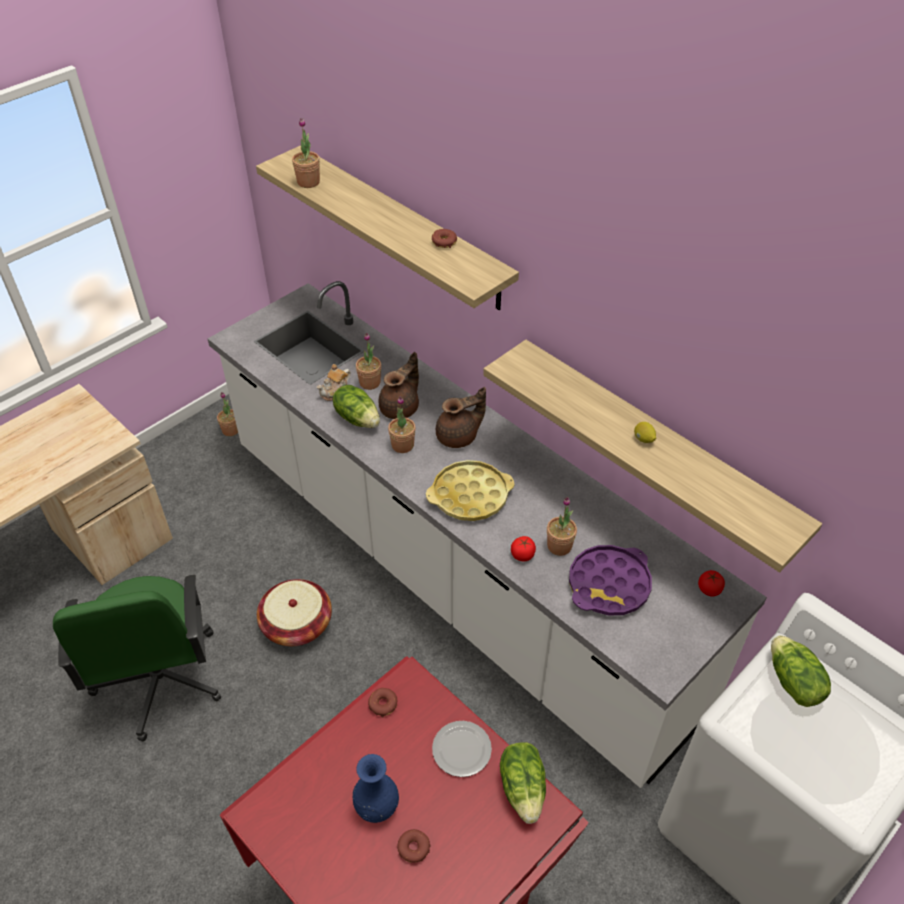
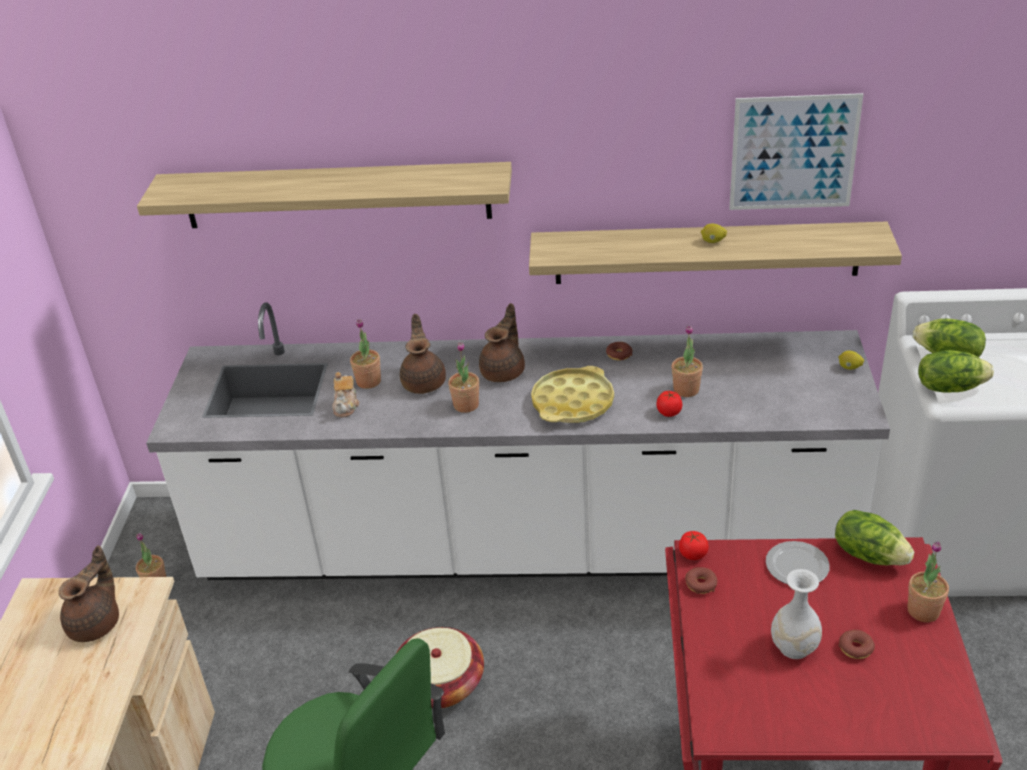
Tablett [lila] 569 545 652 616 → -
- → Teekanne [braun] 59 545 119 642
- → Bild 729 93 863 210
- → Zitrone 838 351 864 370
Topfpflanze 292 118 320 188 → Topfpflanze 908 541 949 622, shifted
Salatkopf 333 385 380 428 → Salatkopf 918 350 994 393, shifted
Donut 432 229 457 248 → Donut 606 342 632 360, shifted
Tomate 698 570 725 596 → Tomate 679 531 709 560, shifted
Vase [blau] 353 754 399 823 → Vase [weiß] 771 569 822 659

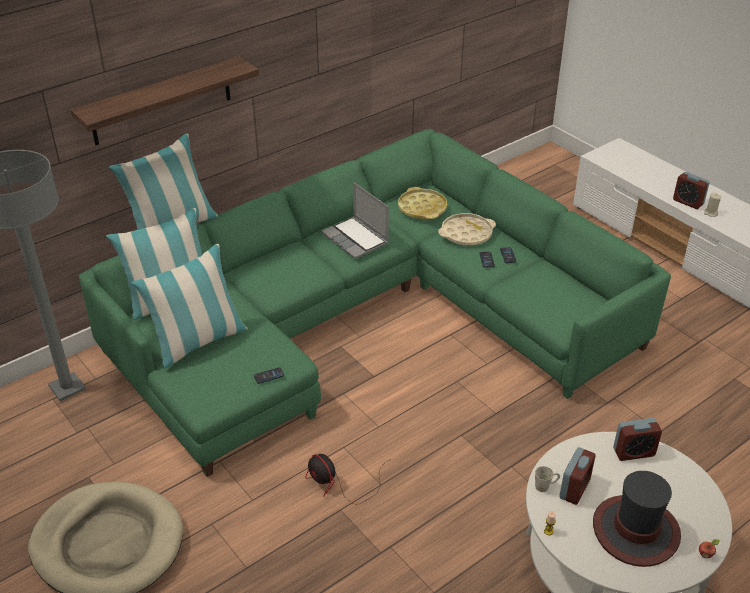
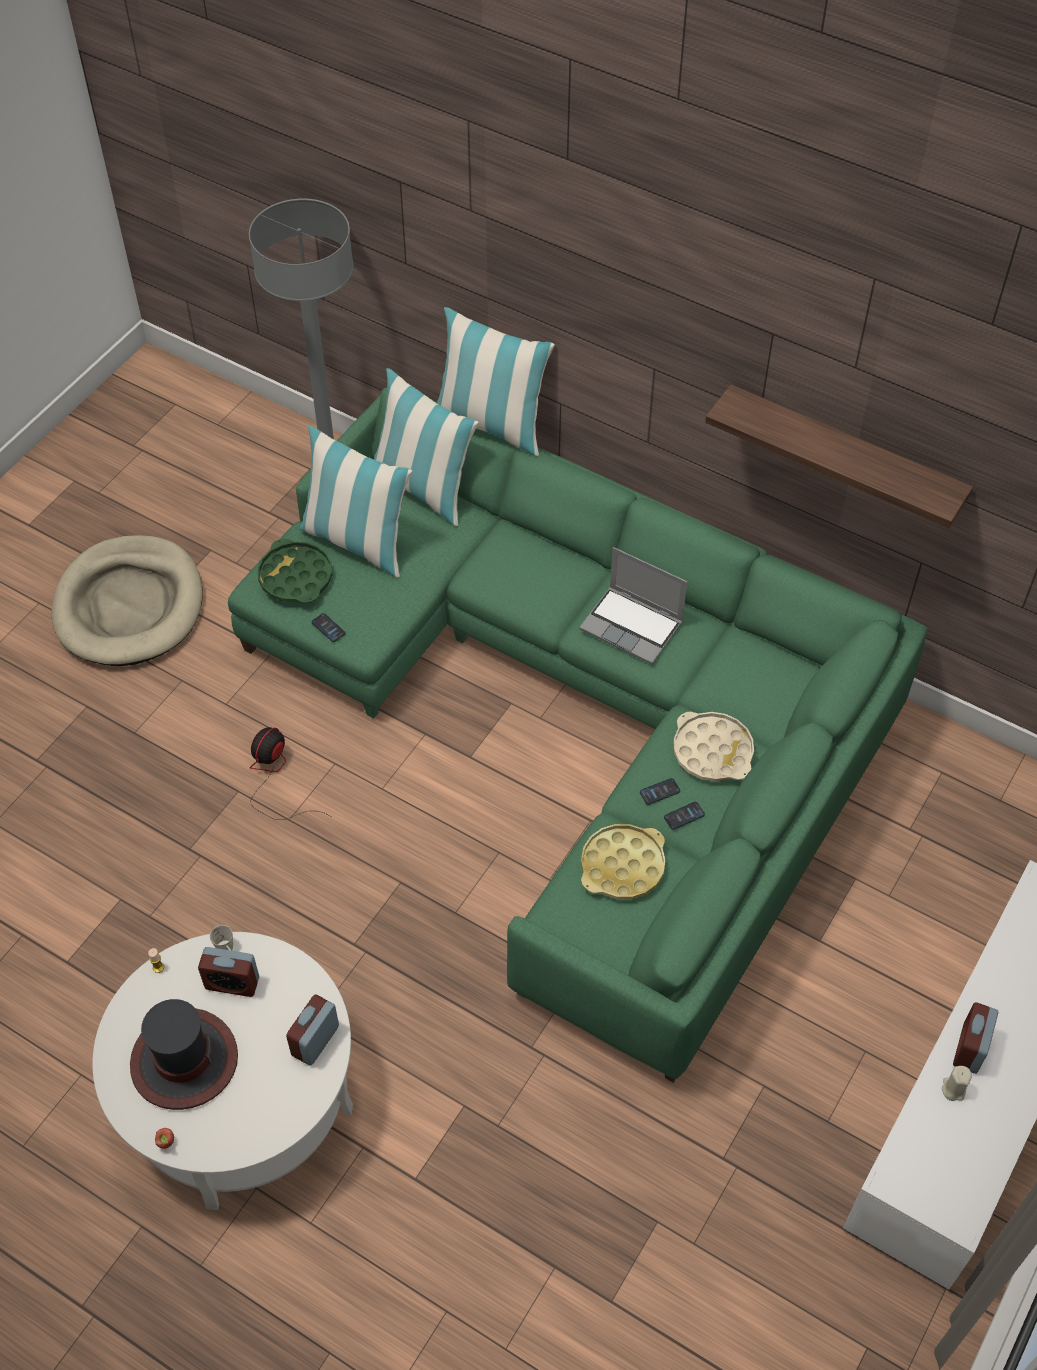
- → Tablett [grün] 258 539 332 604
Wandregal 71 57 259 145 → Wandregal 705 384 973 528, shifted
Tablett [gelb] 398 187 447 219 → Tablett [gelb] 581 824 666 899, shifted
Laptop 321 182 389 259 → Laptop 579 547 687 664, 90 degrees counterclockwise
Wecker 613 418 662 461 → Wecker 286 994 339 1066, 60 degrees clockwise

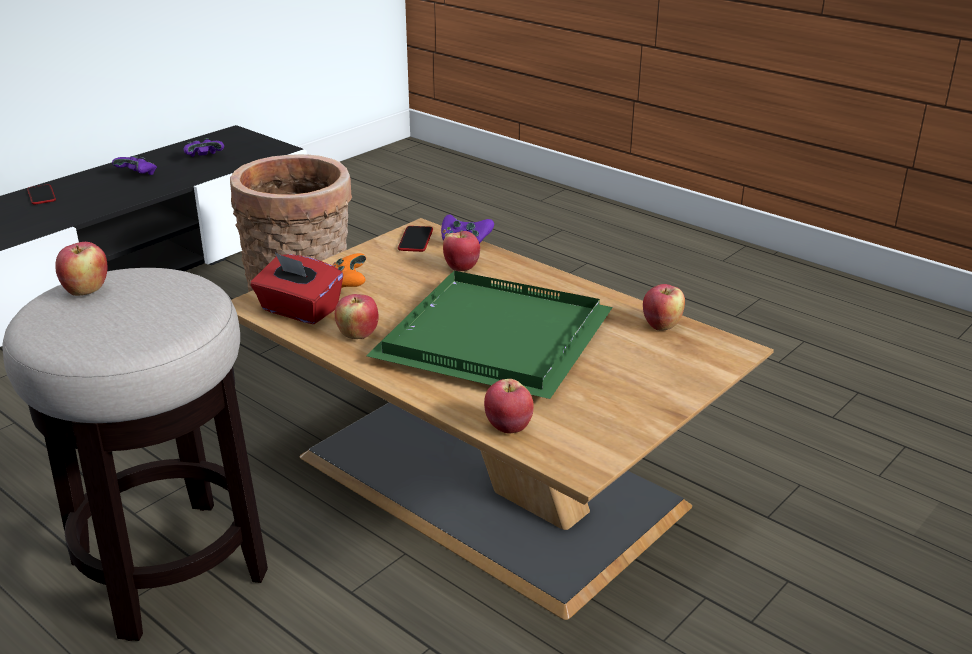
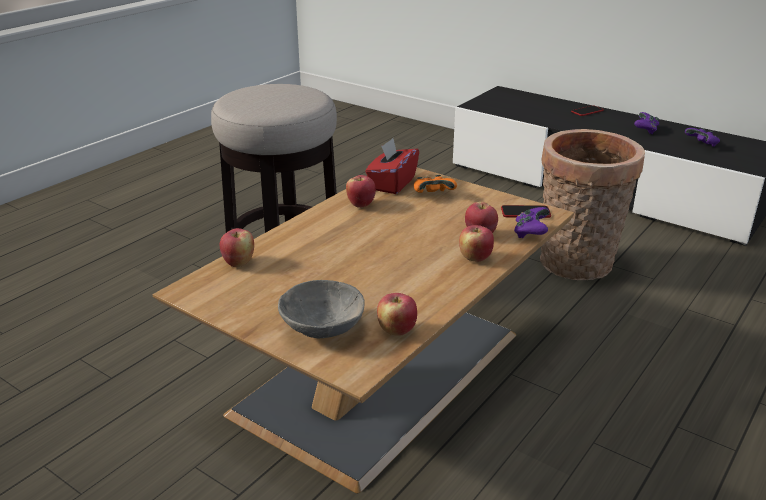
Tablett [grün] 366 271 613 399 → -
- → Schüssel [grau] 278 280 365 338
Apfel 55 242 107 296 → Apfel 459 225 494 262, shifted

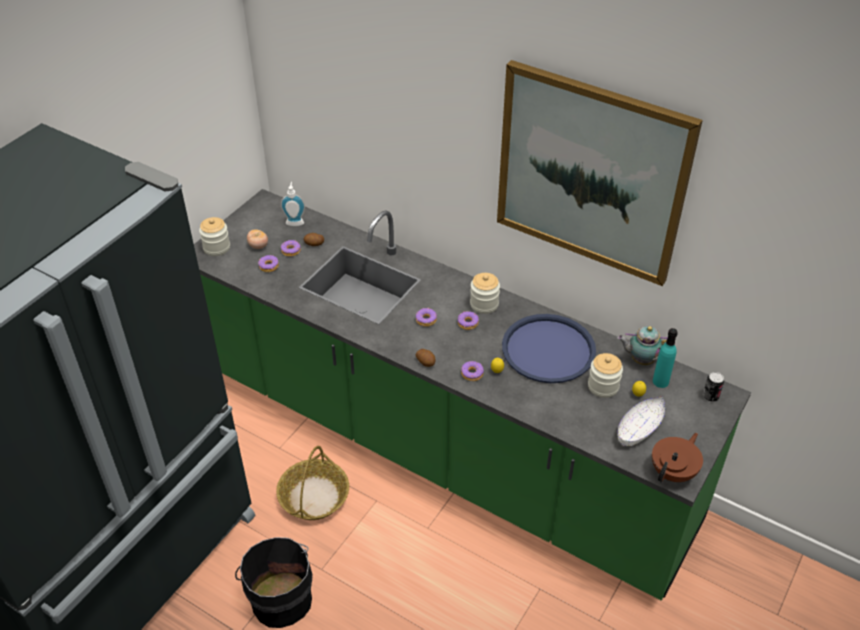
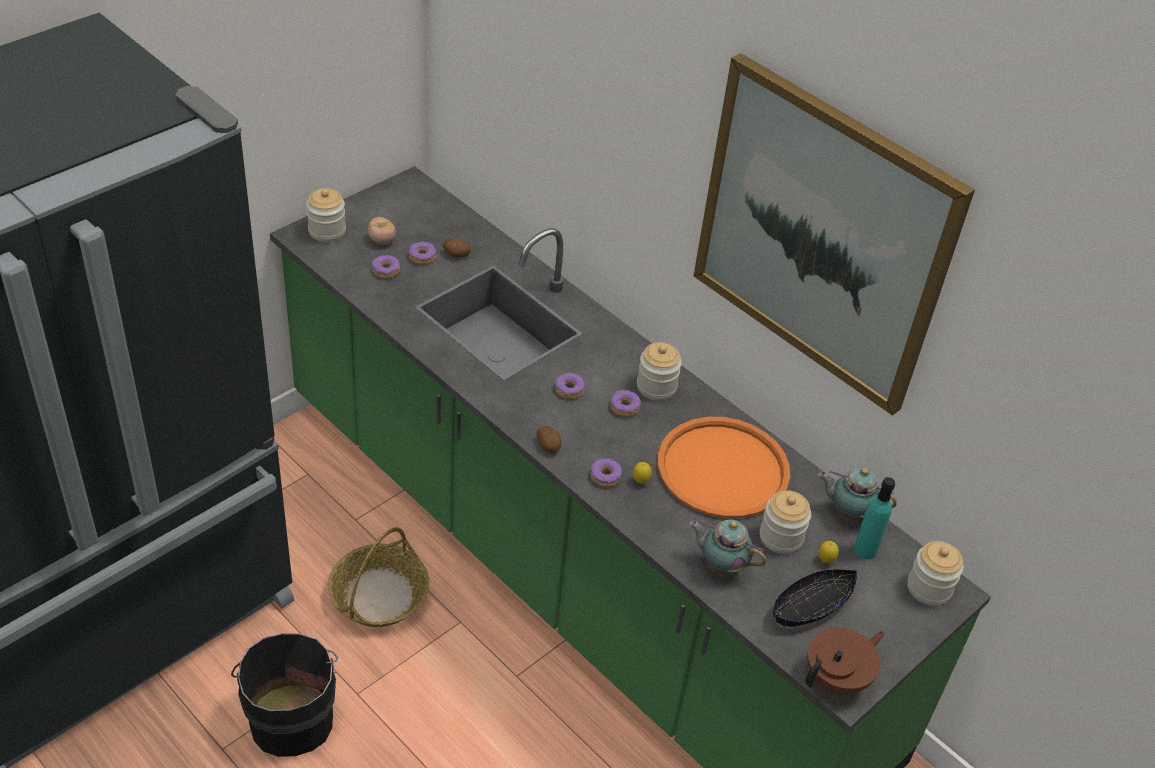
Seifenspender 281 182 305 226 → -
- → Teekanne 689 519 767 577
Dose 703 372 724 402 → Vorratsglas 907 541 964 606
Tablett [blau] 502 314 596 383 → Tablett [orange] 658 417 790 518
Schüssel [weiß] 618 397 665 446 → Schüssel [schwarz] 773 569 857 627

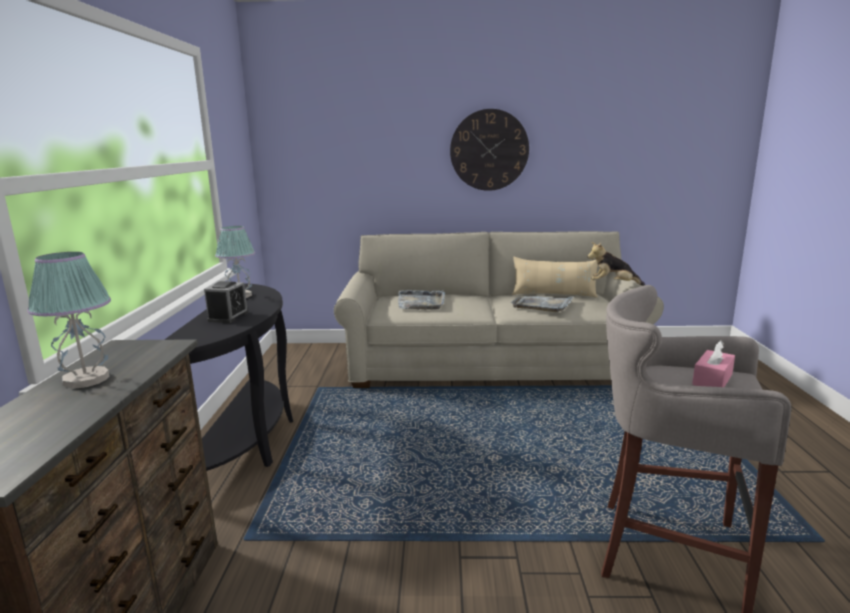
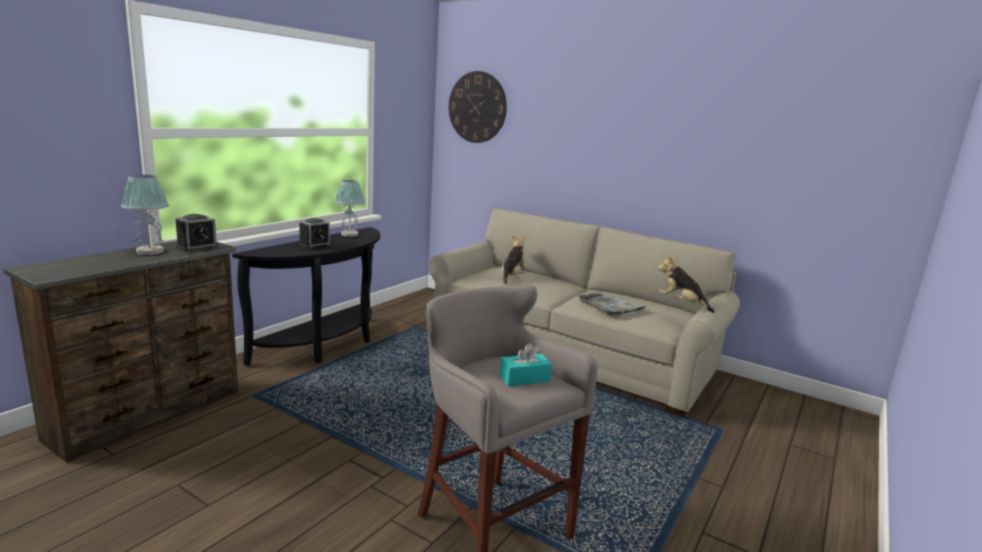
Kissen [beige] 512 257 598 298 → -
- → Wecker 176 214 219 252
Wanduhr 450 109 529 191 → Wanduhr 449 71 507 143, shifted
Tablett [grau] 398 290 445 310 → Plüschtier 501 236 527 284
Taschentuchbox [rosa] 692 340 735 387 → Taschentuchbox [türkis] 500 343 552 386

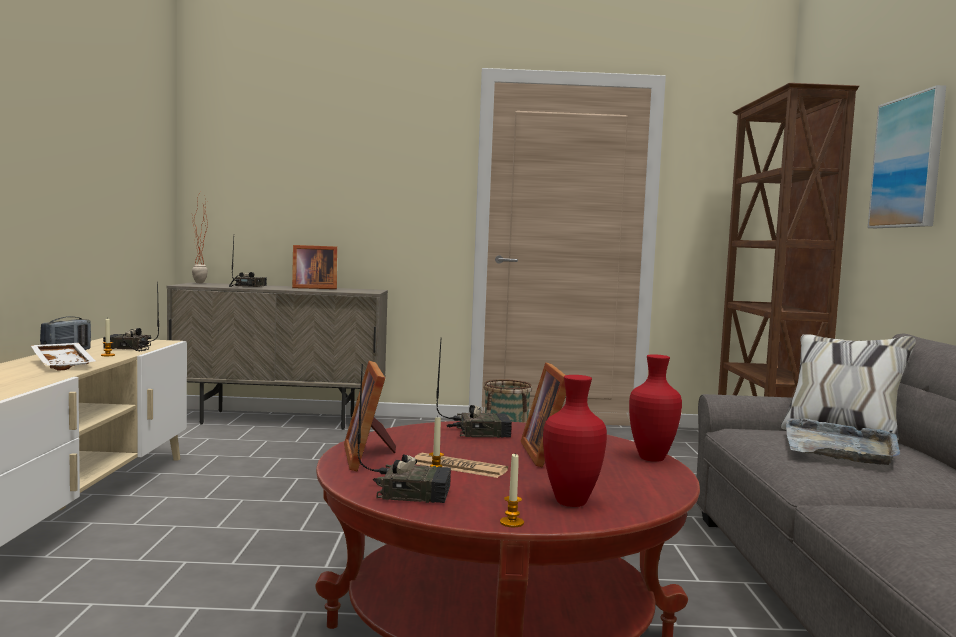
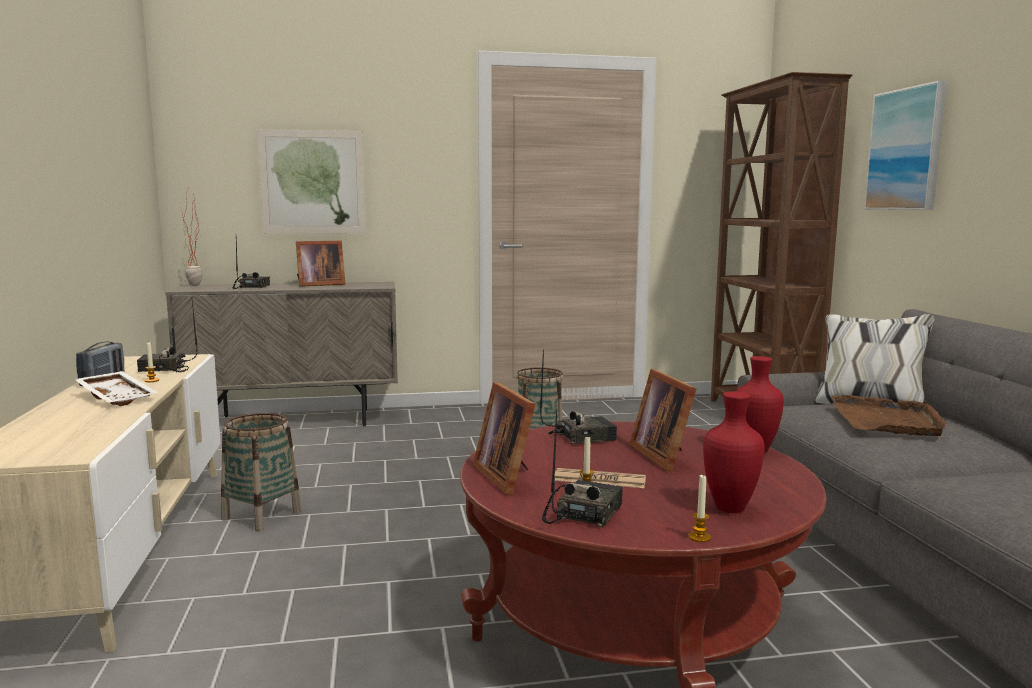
- → Korb 221 413 301 531
- → Bild 257 129 366 234
Tablett [grau] 786 419 900 465 → Tablett [braun] 832 395 950 436
Radio 357 364 451 503 → Radio 542 410 623 528, 60 degrees counterclockwise

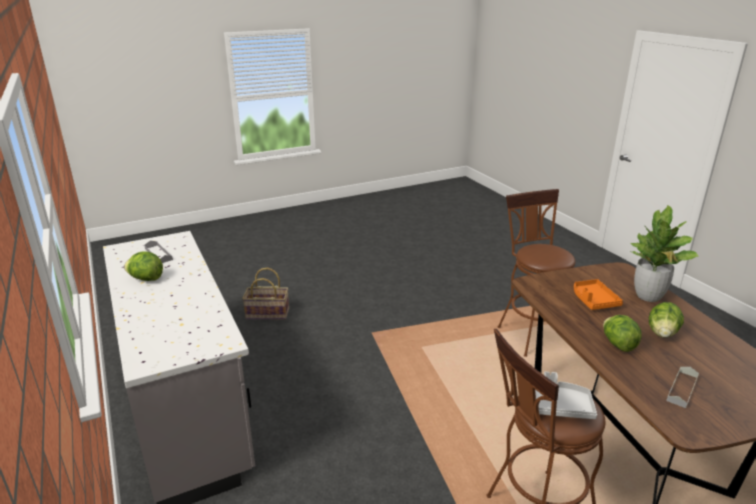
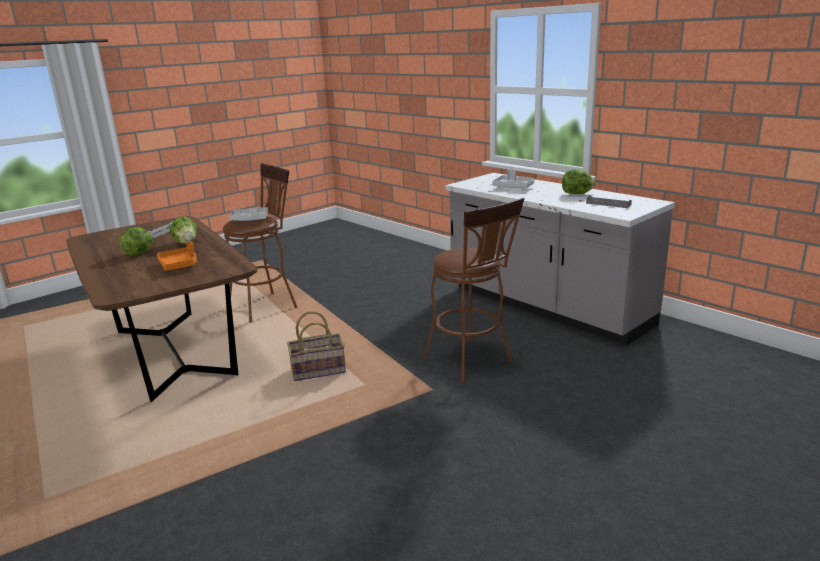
Topfpflanze 631 205 699 302 → -
- → Tablett [grau] 492 169 534 188
Korb 242 268 289 320 → Korb 287 311 346 381, shifted
Hocker [braun] 498 189 575 357 → Hocker [braun] 423 198 525 383, shifted

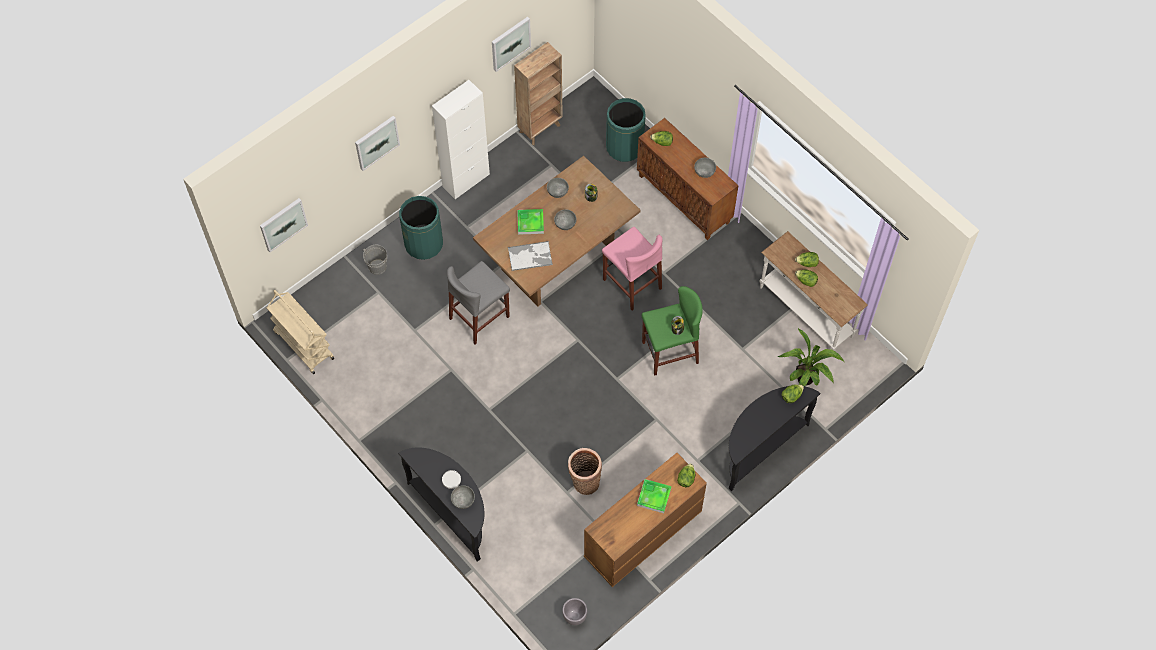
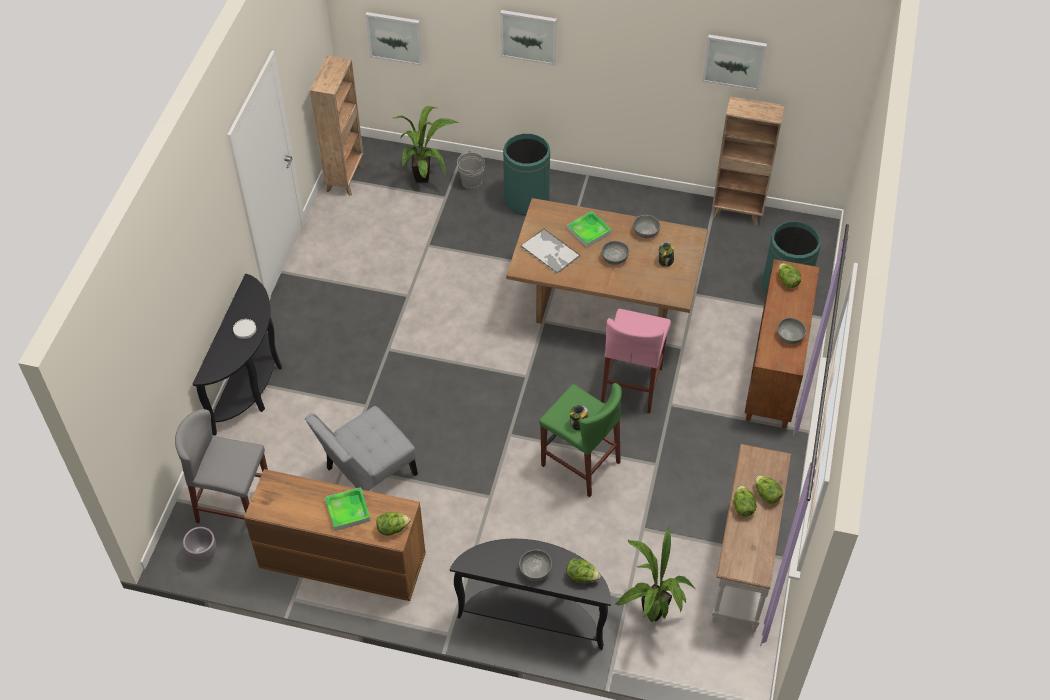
Schrank [weiß] 432 80 490 200 → -
- → Topfpflanze 394 106 458 183
Hocker [grau] 447 261 510 344 → Hocker [grau] 175 409 268 523, shifted
Schüssel [grau] 451 485 475 509 → Schüssel [grau] 519 550 552 581, shifted
Rollwagen [beige] 267 290 334 374 → Bücherregal [braun] 310 55 364 196
Korb 568 448 602 495 → Stuhl [grau] 305 406 418 491

